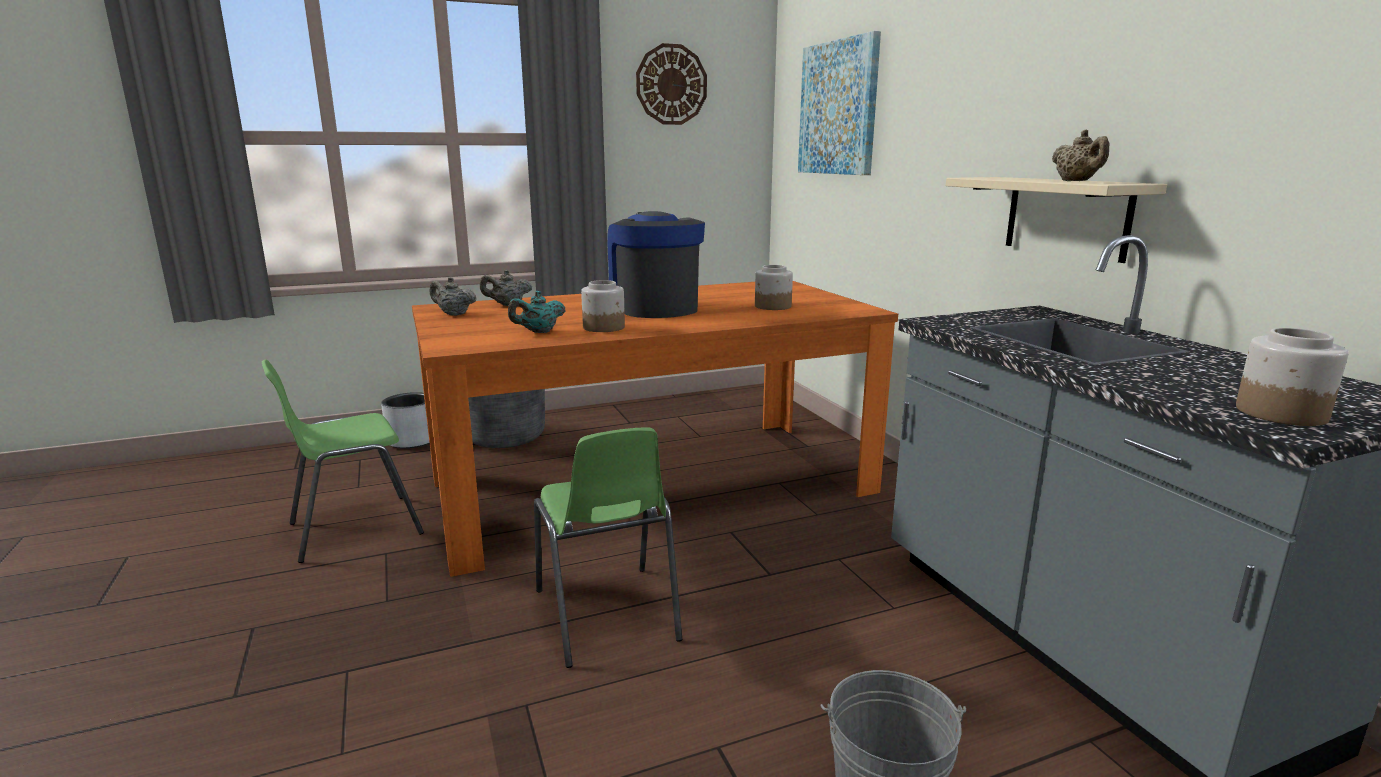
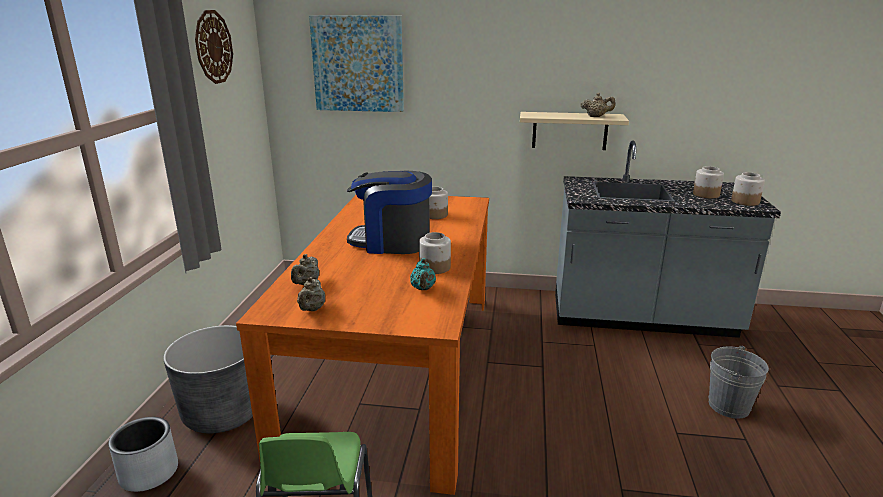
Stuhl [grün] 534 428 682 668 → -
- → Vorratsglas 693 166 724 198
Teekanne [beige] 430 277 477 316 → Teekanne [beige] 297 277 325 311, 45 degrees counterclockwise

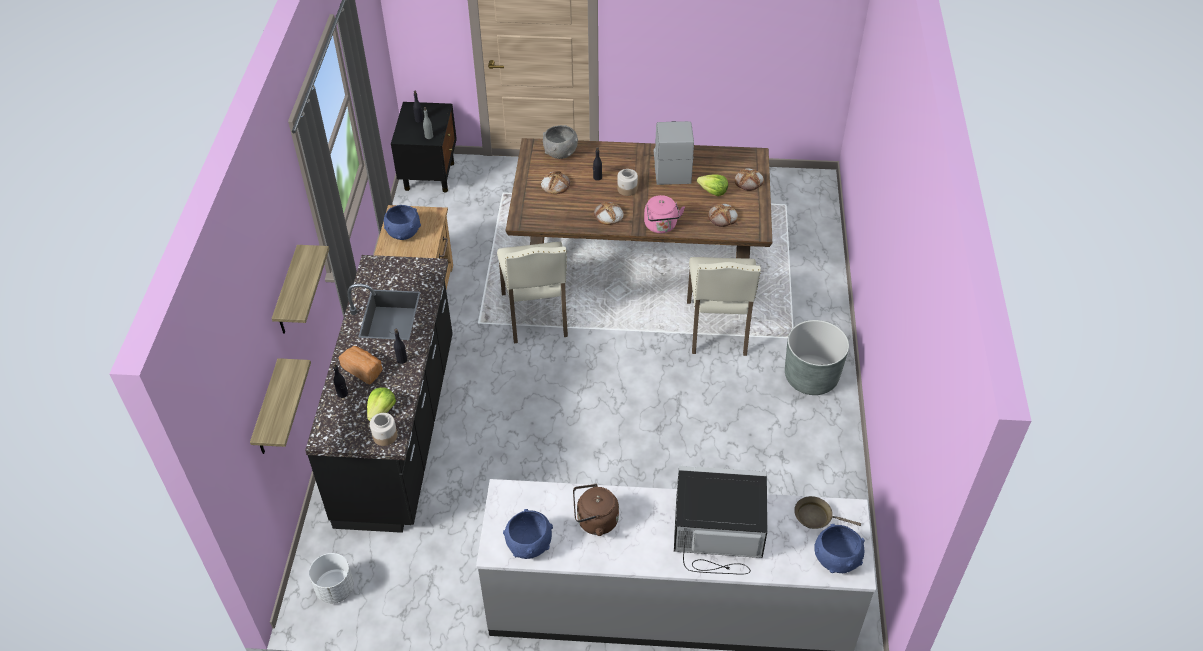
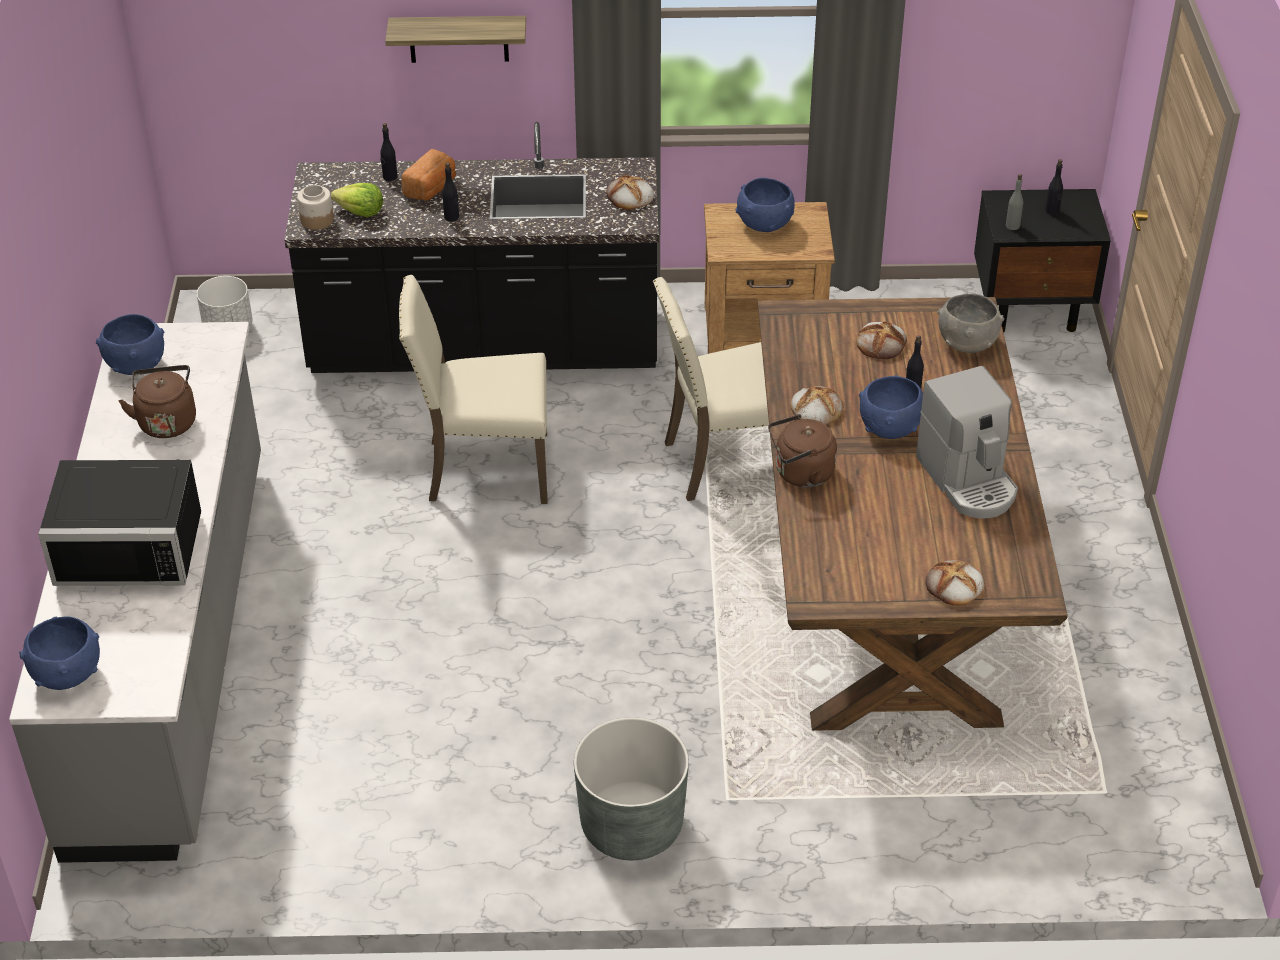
Wandregal 250 358 311 454 → -
Salatkopf 697 174 728 196 → -
Pfanne [braun] 794 496 861 529 → -
Stuhl [beige] 687 257 761 356 → Stuhl [beige] 399 275 548 504, shifted
Brot 708 204 738 227 → Brot 606 175 654 210, shifted
Vorratsglas 617 169 638 196 → Schüssel [blau] 859 375 923 439
Wasserkessel [rosa] 644 195 685 233 → Wasserkessel [braun] 768 414 837 487
Kaffeemaschine 654 121 694 185 → Kaffeemaschine 916 366 1018 518, 75 degrees clockwise
Mikrowelle [schwarz] 674 466 767 575 → Mikrowelle [schwarz] 38 459 201 586, 90 degrees clockwise

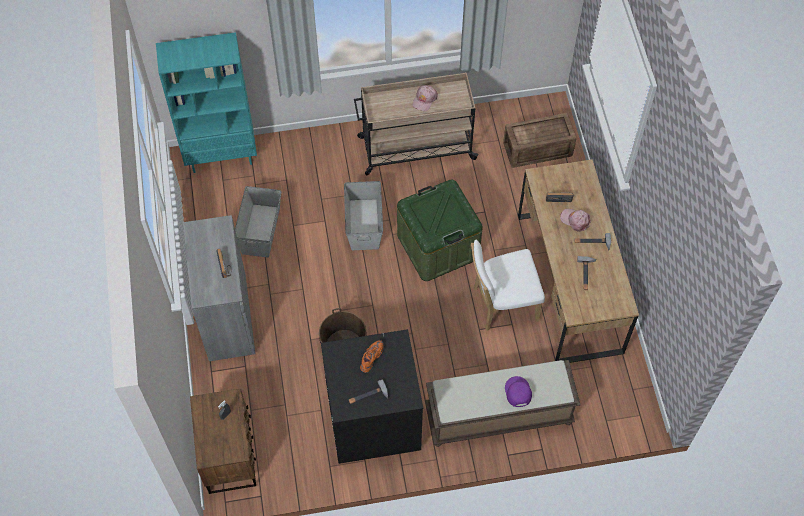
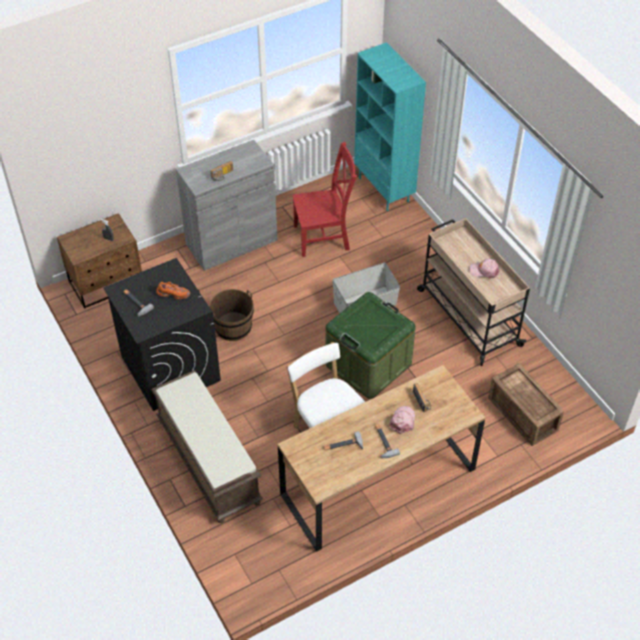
Kappe [lila] 505 376 532 407 → -
Aufbewahrungsbox [grau] 235 186 281 258 → Stuhl [rot] 293 142 357 257

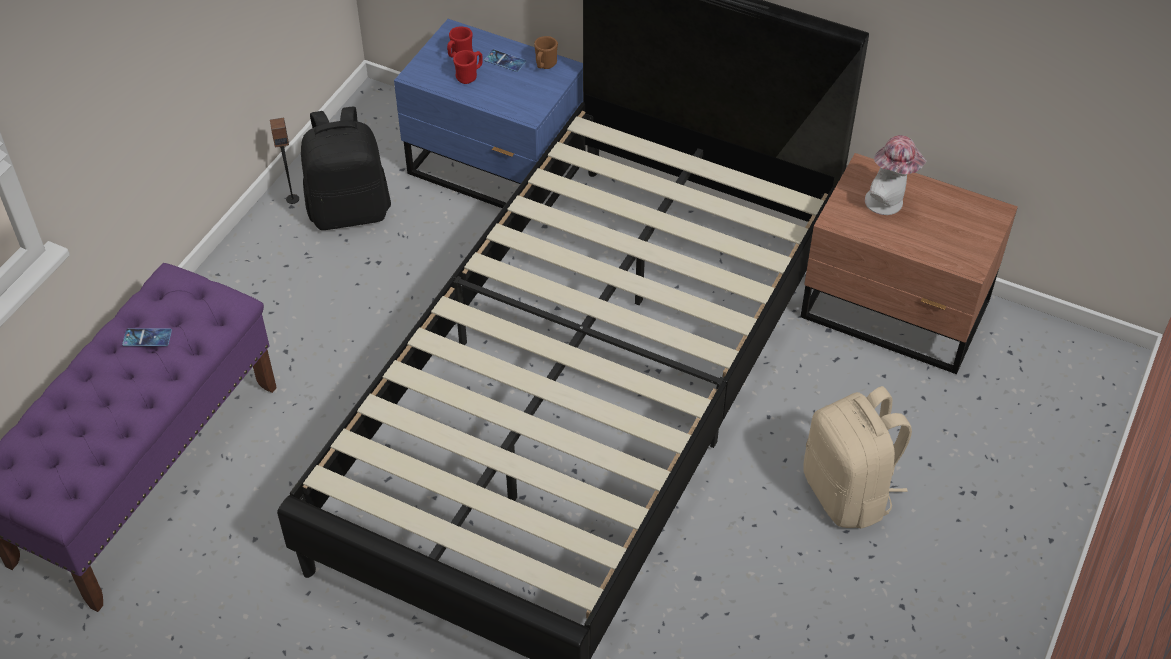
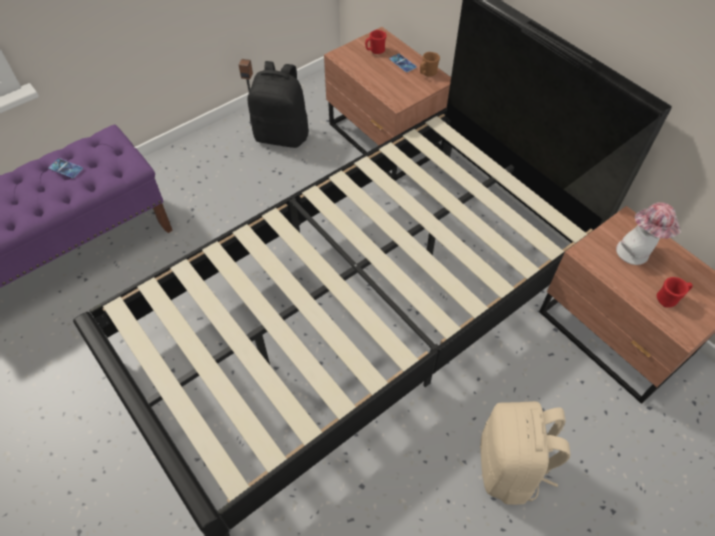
Henkelbecher [rot] 453 50 483 84 → Henkelbecher [rot] 657 277 693 308, shifted
Nachttisch [blau] 394 19 585 208 → Nachttisch [braun] 324 27 451 181

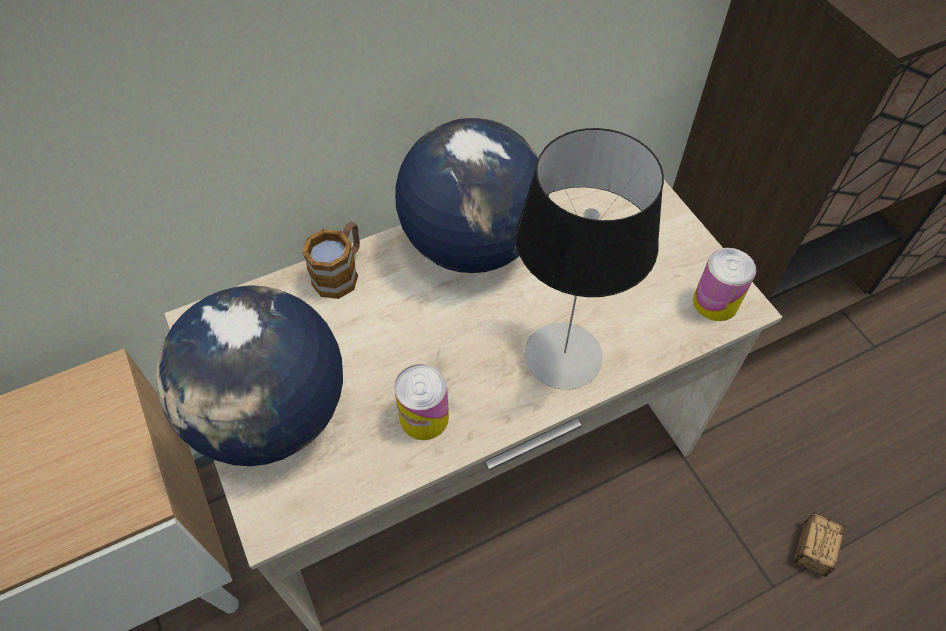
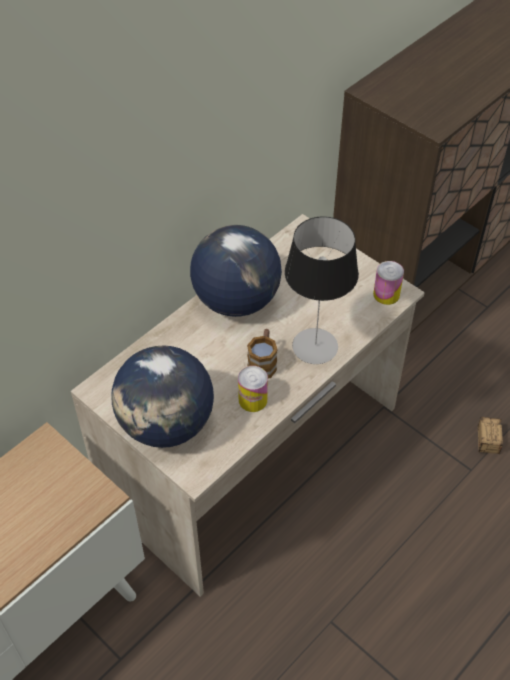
Henkelbecher 302 222 360 299 → Henkelbecher 247 329 277 378, shifted

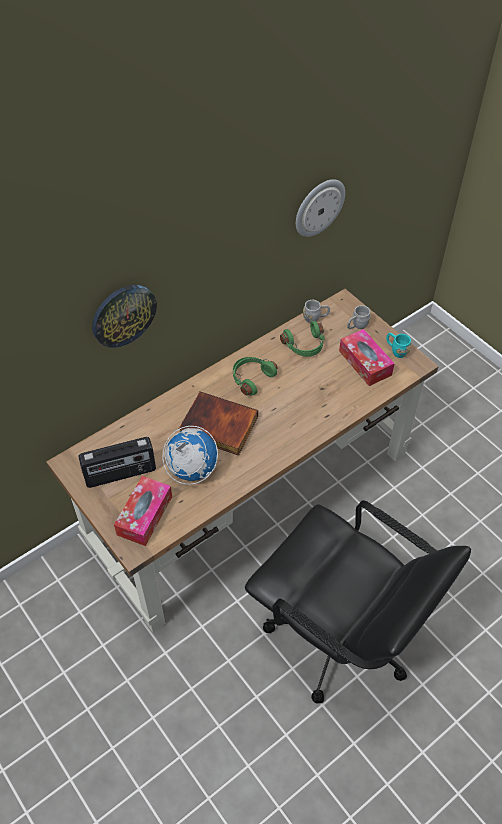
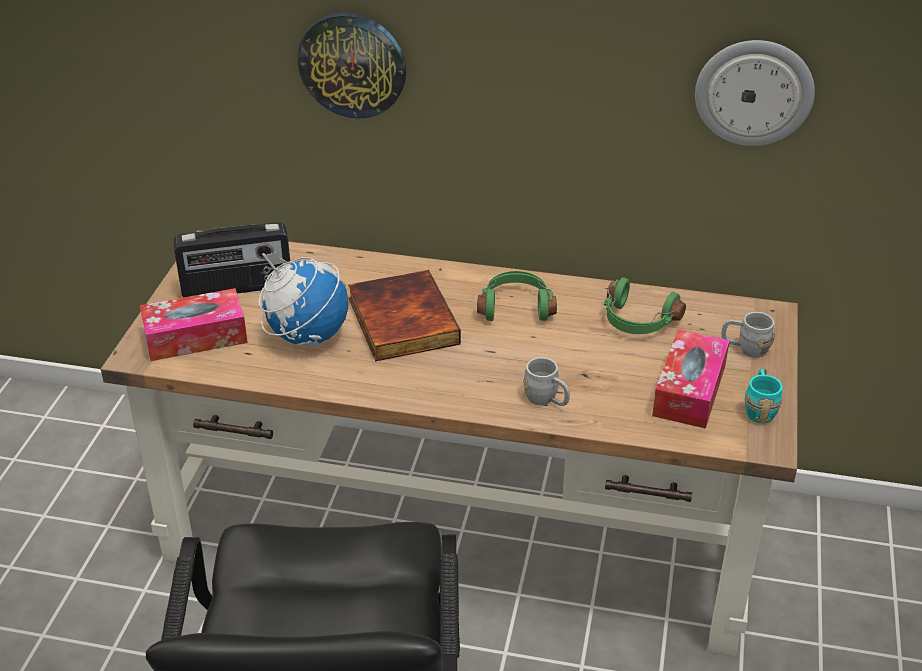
Henkelbecher [grau] 303 300 330 323 → Henkelbecher [grau] 523 357 570 406, shifted
Radio 79 437 156 488 → Radio 174 222 291 298, 45 degrees counterclockwise

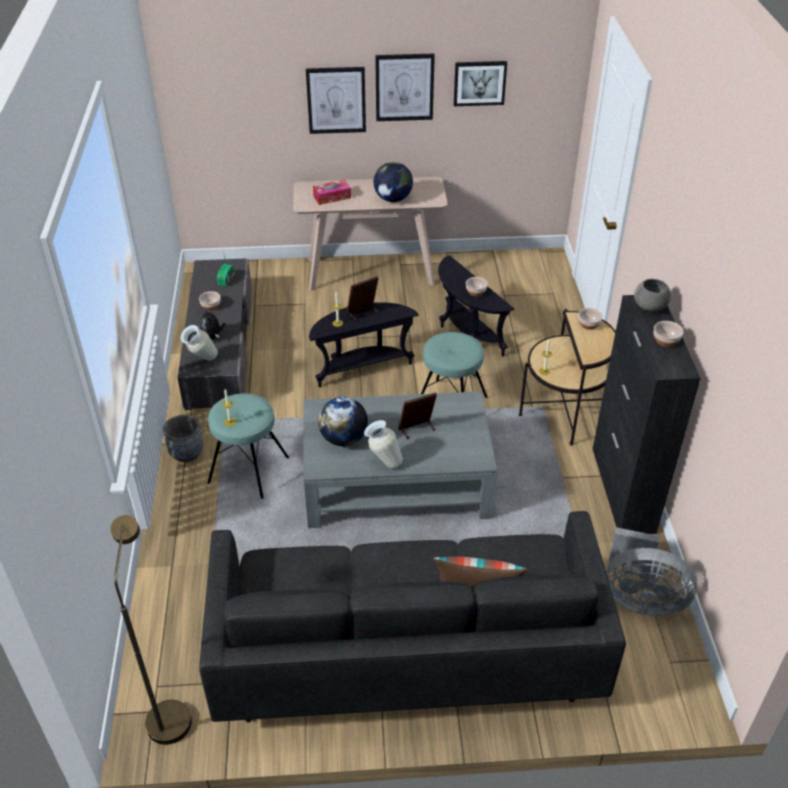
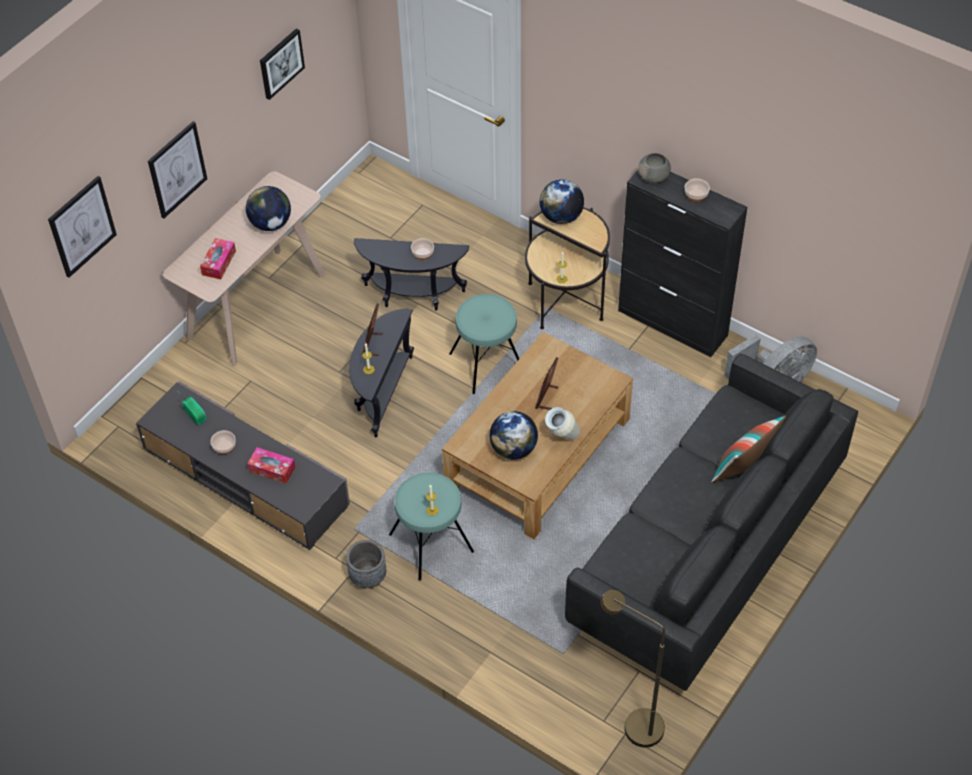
Vase 180 325 218 361 → -
Bild 375 54 435 121 → Bild 48 176 117 278, shifted
Plüschtier 199 308 225 339 → Taschentuchbox 247 447 295 484
Schüssel 578 308 603 330 → Globus 540 179 584 224
Couchtisch [grau] 304 391 497 528 → Couchtisch [braun] 442 332 633 539

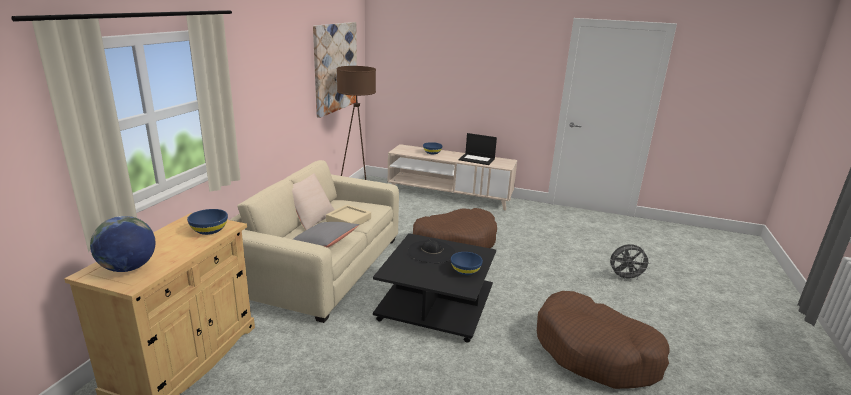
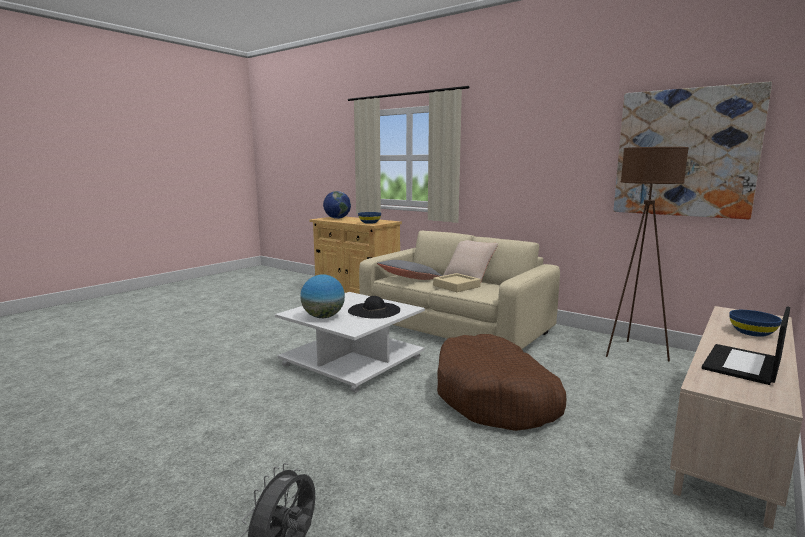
Hundebett [braun] 537 291 670 389 → -
Schüssel [blau] 451 252 483 275 → Globus 300 274 345 318
Couchtisch [schwarz] 373 233 496 343 → Couchtisch [weiß] 275 292 425 393

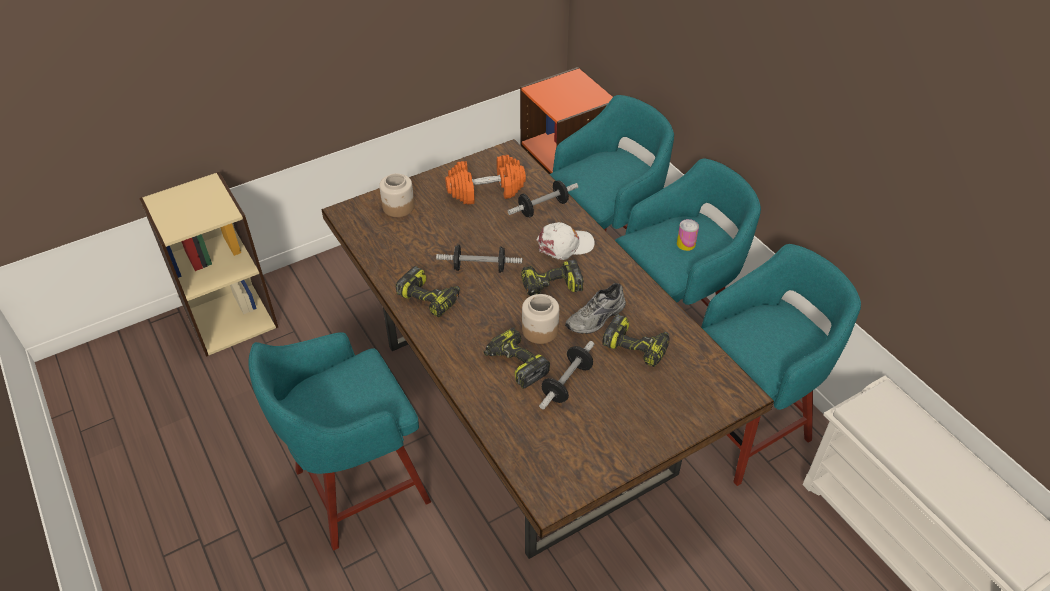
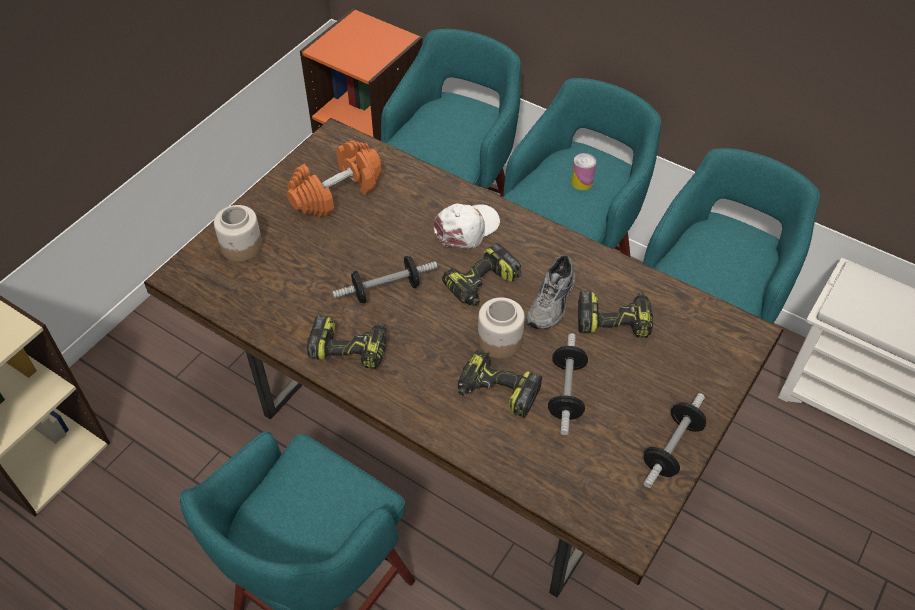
Hantel 508 180 578 218 → Hantel 643 393 706 488, shifted

